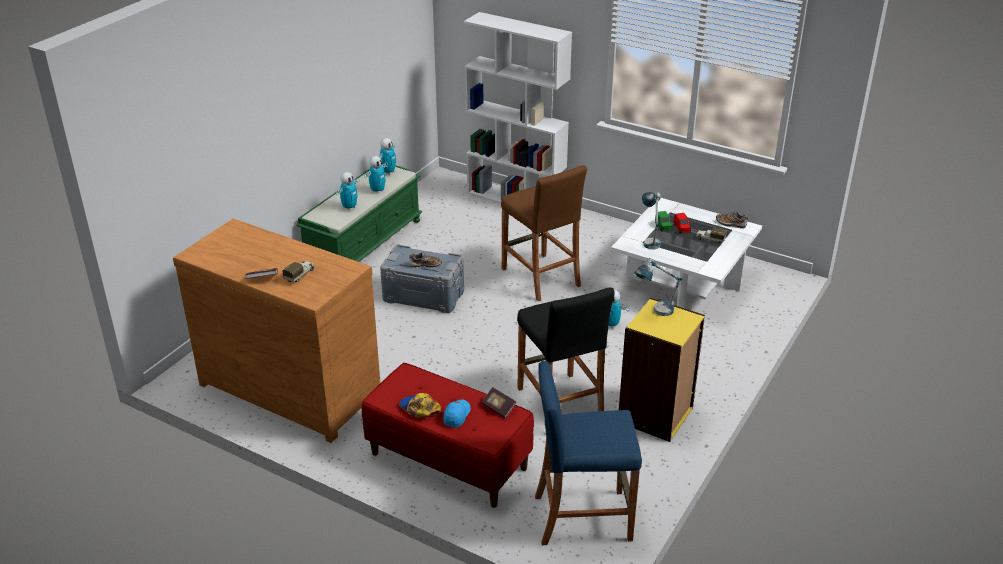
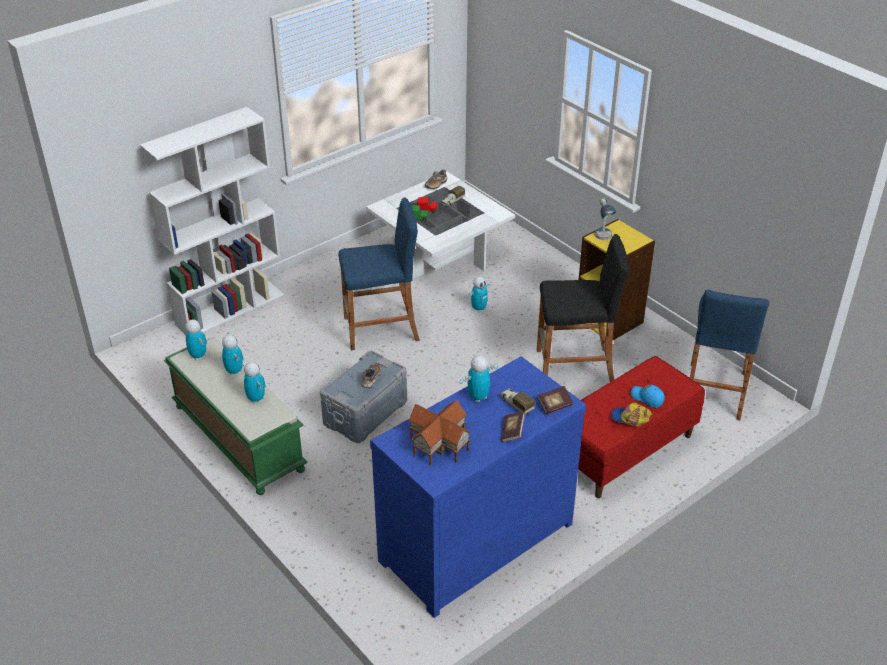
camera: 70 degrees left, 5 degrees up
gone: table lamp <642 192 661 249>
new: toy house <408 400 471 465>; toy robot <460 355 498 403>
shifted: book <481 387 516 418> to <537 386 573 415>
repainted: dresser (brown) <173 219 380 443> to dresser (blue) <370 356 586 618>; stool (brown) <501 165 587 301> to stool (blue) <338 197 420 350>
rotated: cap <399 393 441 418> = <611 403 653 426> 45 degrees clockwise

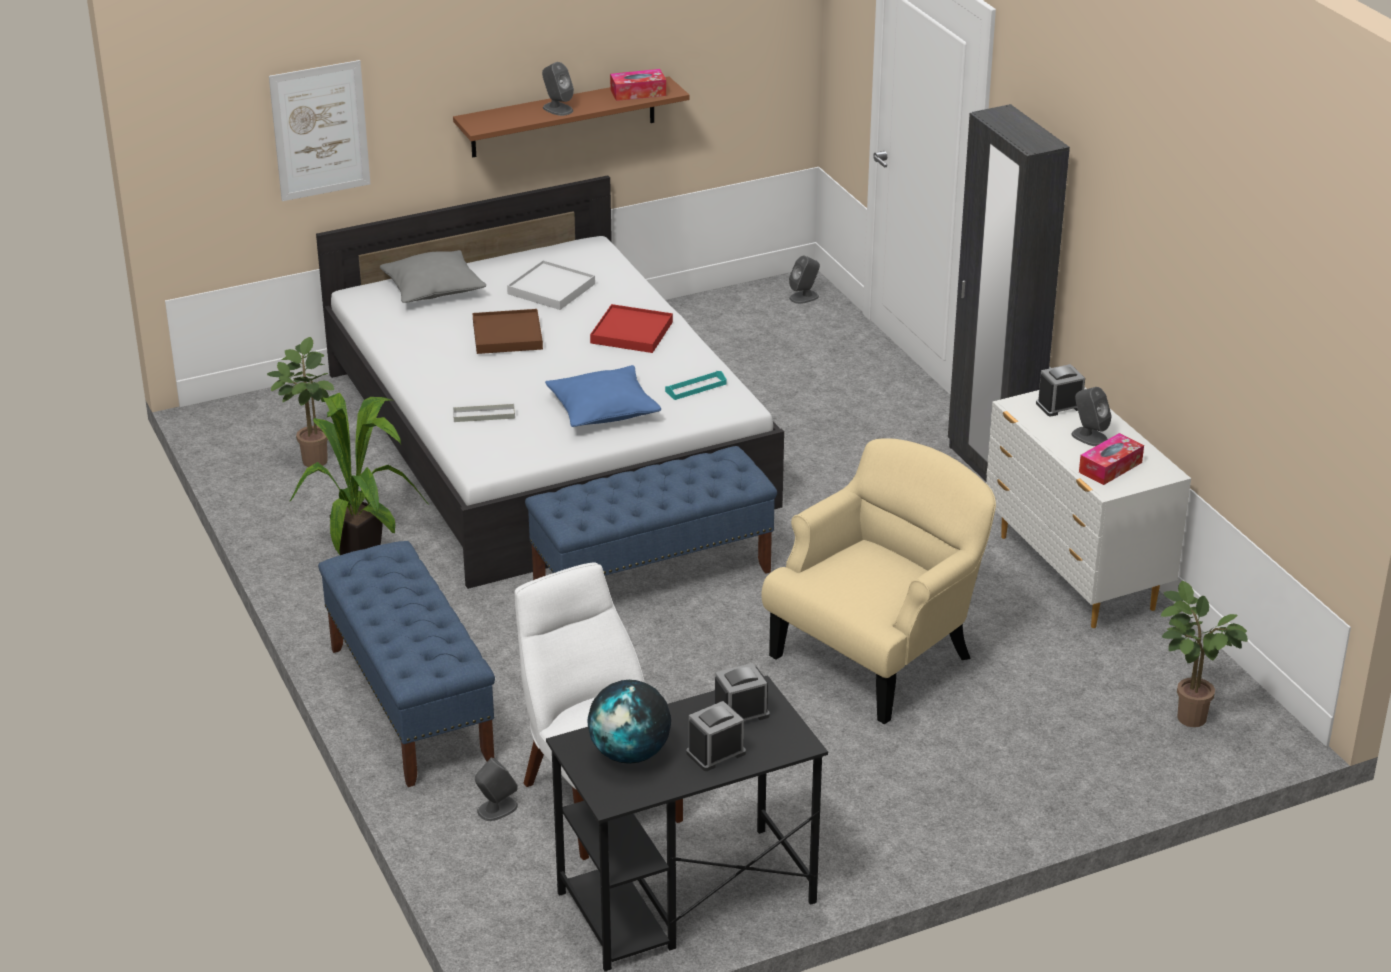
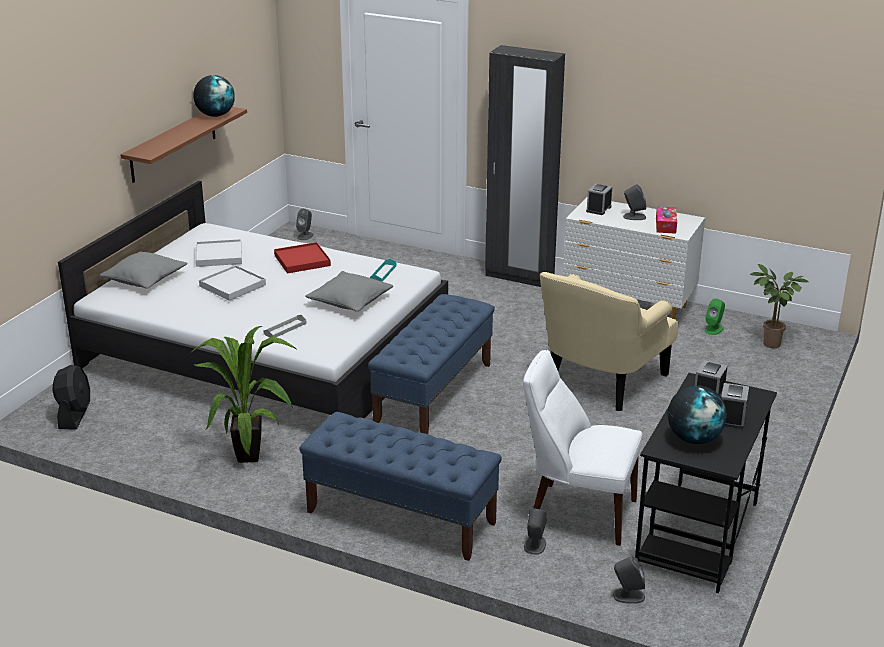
camera: 40 degrees left, 5 degrees down
gone: potted plant <267 337 334 467>; picture <269 60 370 201>
new: fan (black) <53 365 90 429>; speaker (green) <705 298 725 335>
shifted: speaker (grey) <542 62 574 116> to <613 556 645 604>
swapped: tissue box <610 69 666 101> to globe <193 75 235 117>
repainted: tray (brown) <472 309 543 354> to tray (white) <199 265 266 301>; pillow (blue) <545 365 661 427> to pillow (grey) <305 271 393 312>
rotated: armchair (beige) <762 438 996 724> = <540 272 678 411> 150 degrees counterclockwise

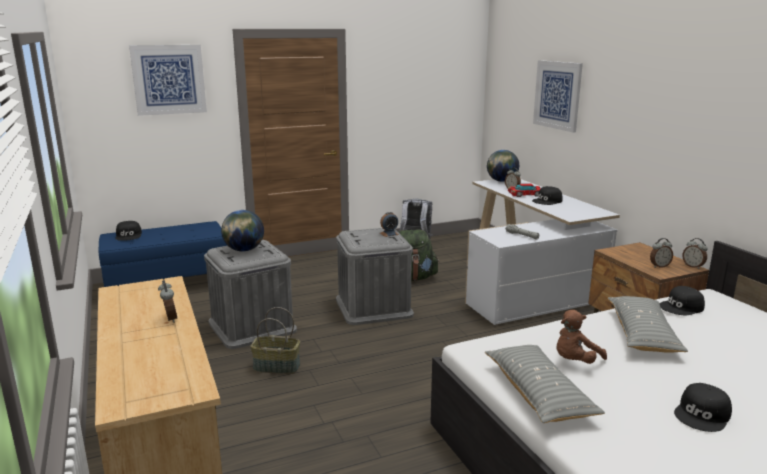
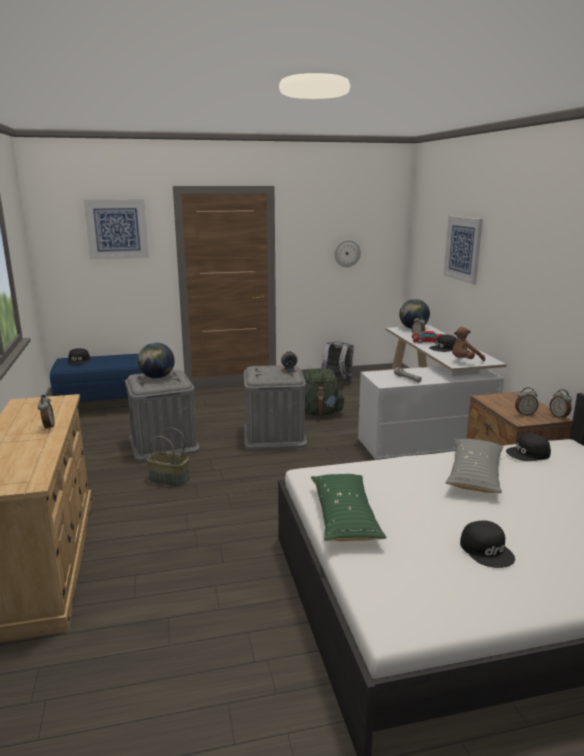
camera: 10 degrees right, 0 degrees up
new: wall clock <334 239 361 267>
shifted: plush toy (brown) <557 310 607 364> to <452 327 485 361>
repainted: pillow (grey) <485 345 605 423> to pillow (green) <311 474 386 541>
rotated: cap (black) <674 383 732 432> = <460 520 515 568> 75 degrees counterclockwise

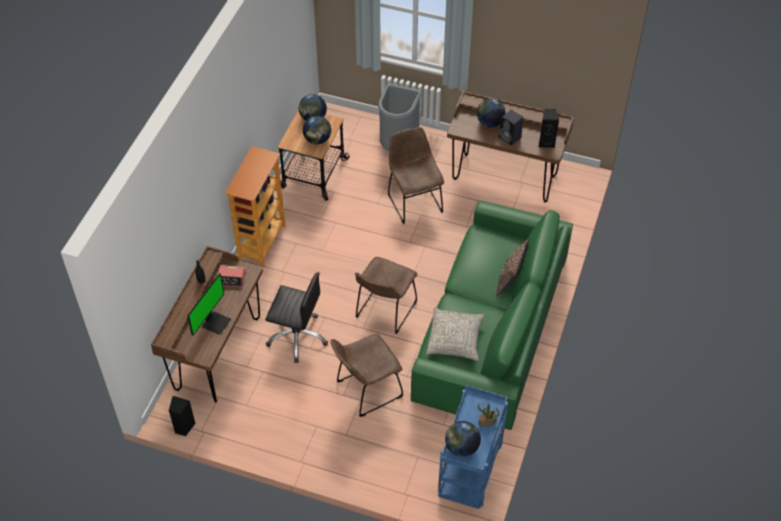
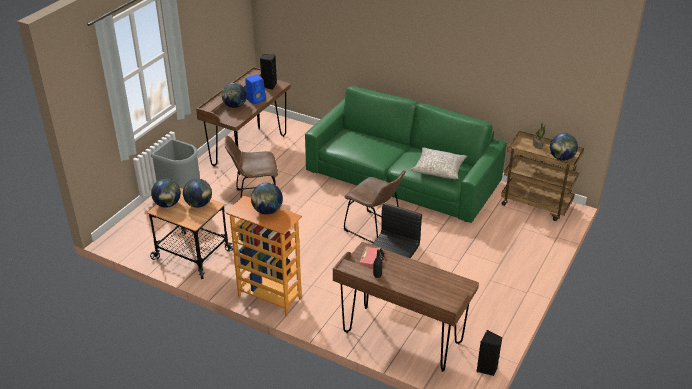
camera: 80 degrees left, 15 degrees down
gone: monitor <187 273 231 336>; chair (brown) <330 334 403 417>; pillow (brown) <496 239 529 297>
new: globe <251 183 283 215>
repainted: cart (blue) <438 385 508 509> to cart (brown) <501 131 584 221>; speaker (black) <499 110 523 145> to speaker (blue) <245 74 266 104>

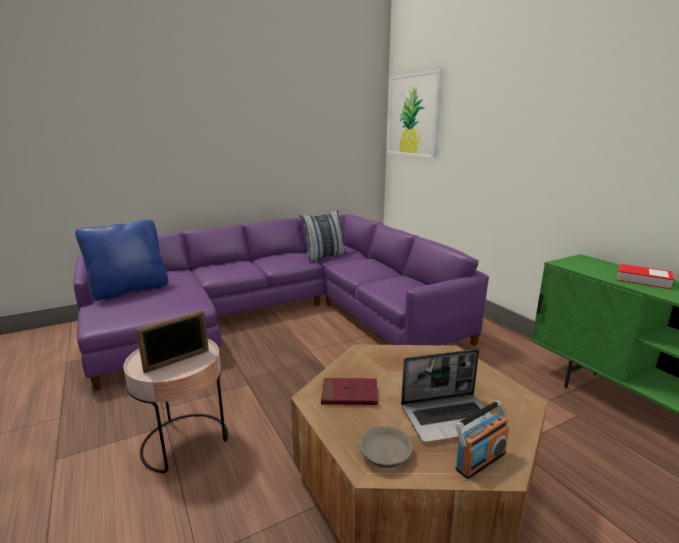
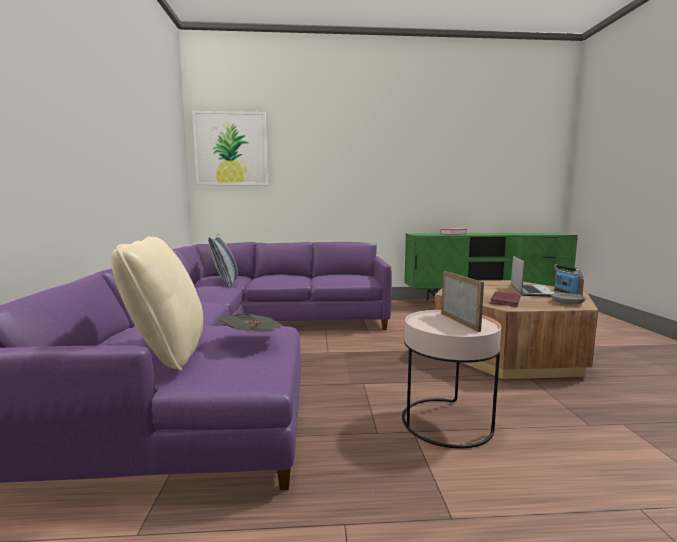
camera: 65 degrees left, 10 degrees down
new: newspaper <216 314 283 332>
repainted: pillow (blue) <75 220 168 301> to pillow (beige) <111 236 203 371>

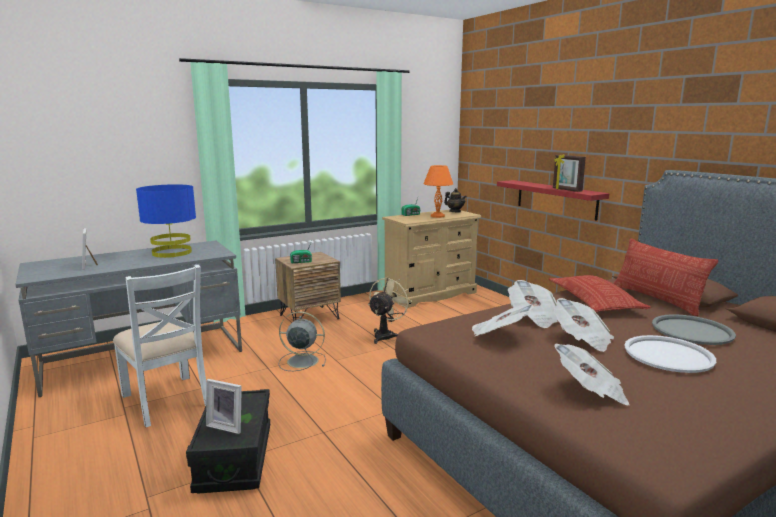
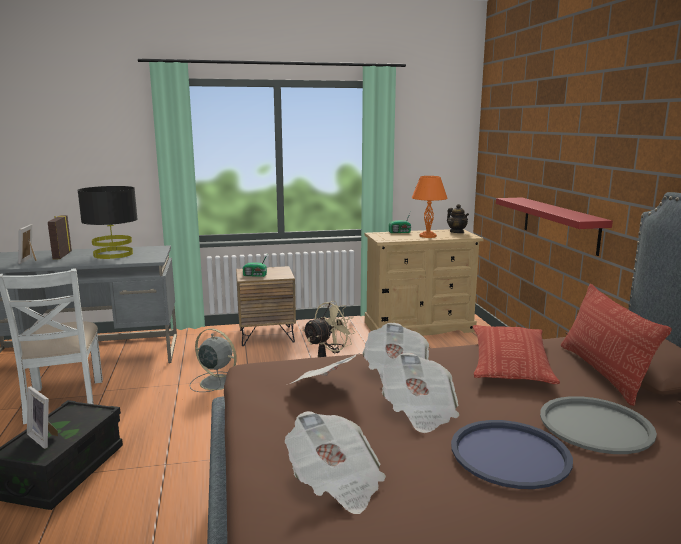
camera: 20 degrees right, 0 degrees up
shifted: picture frame <553 154 586 192> to <48 215 72 260>
repainted: table lamp (blue) <136 184 196 258> to table lamp (black) <77 186 138 259>; tray (white) <624 335 716 373> to tray (blue) <451 420 573 489>

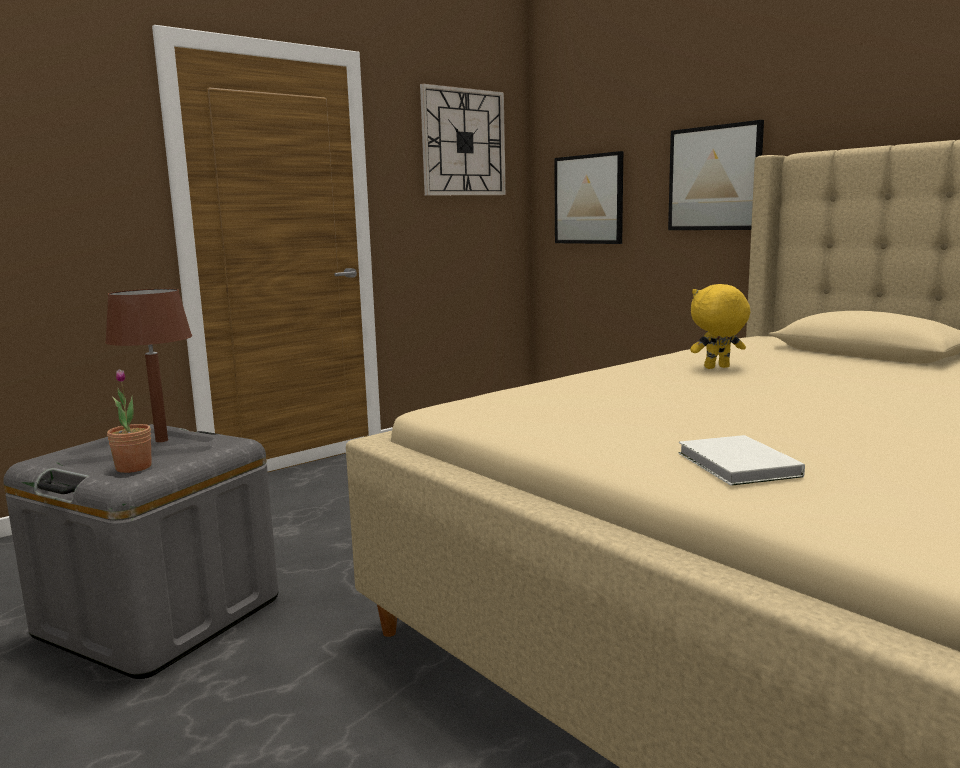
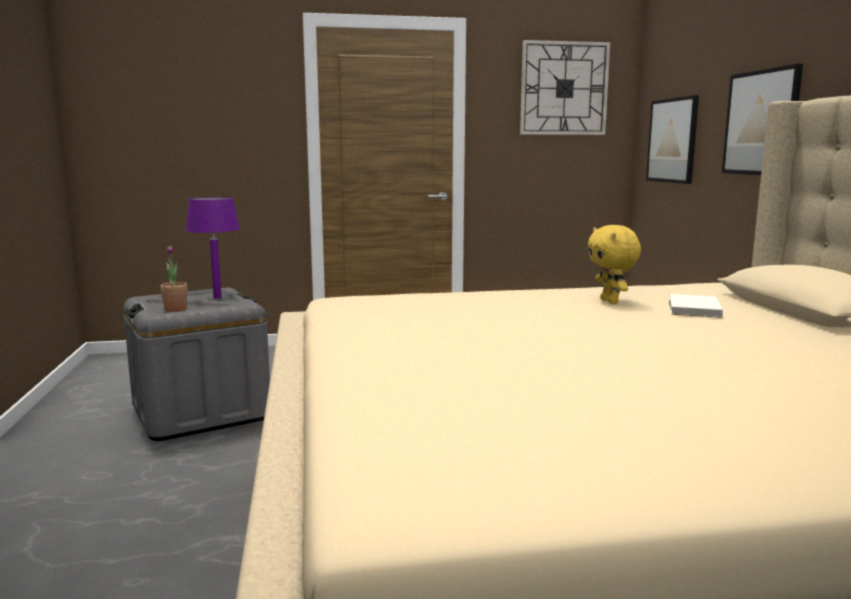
camera: 30 degrees right, 0 degrees up
shifted: book (white) <679 435 805 486> to <669 294 723 318>
repainted: table lamp (brown) <105 289 192 442> to table lamp (purple) <185 197 240 299>
rotated: plush toy (yellow) <690 284 750 369> = <588 225 641 304> 120 degrees counterclockwise

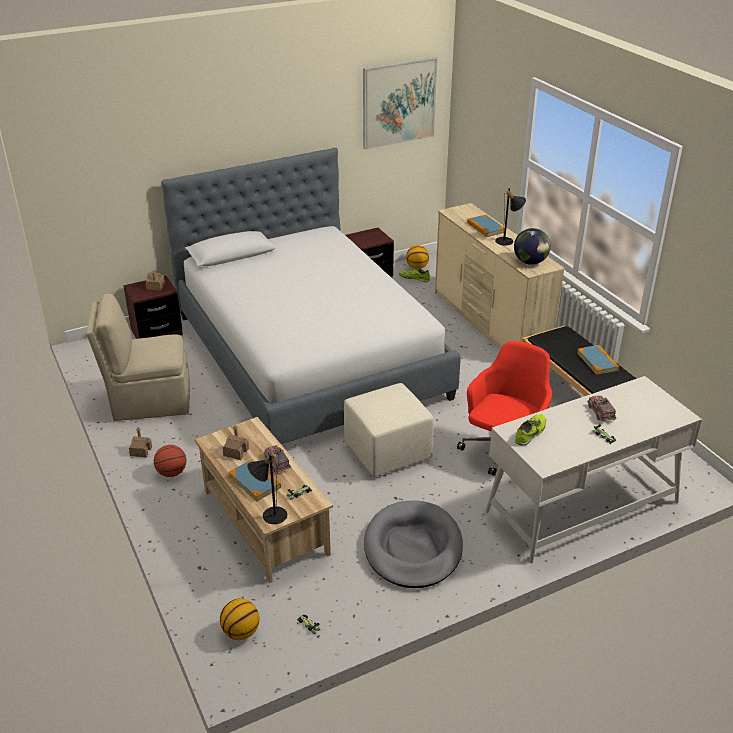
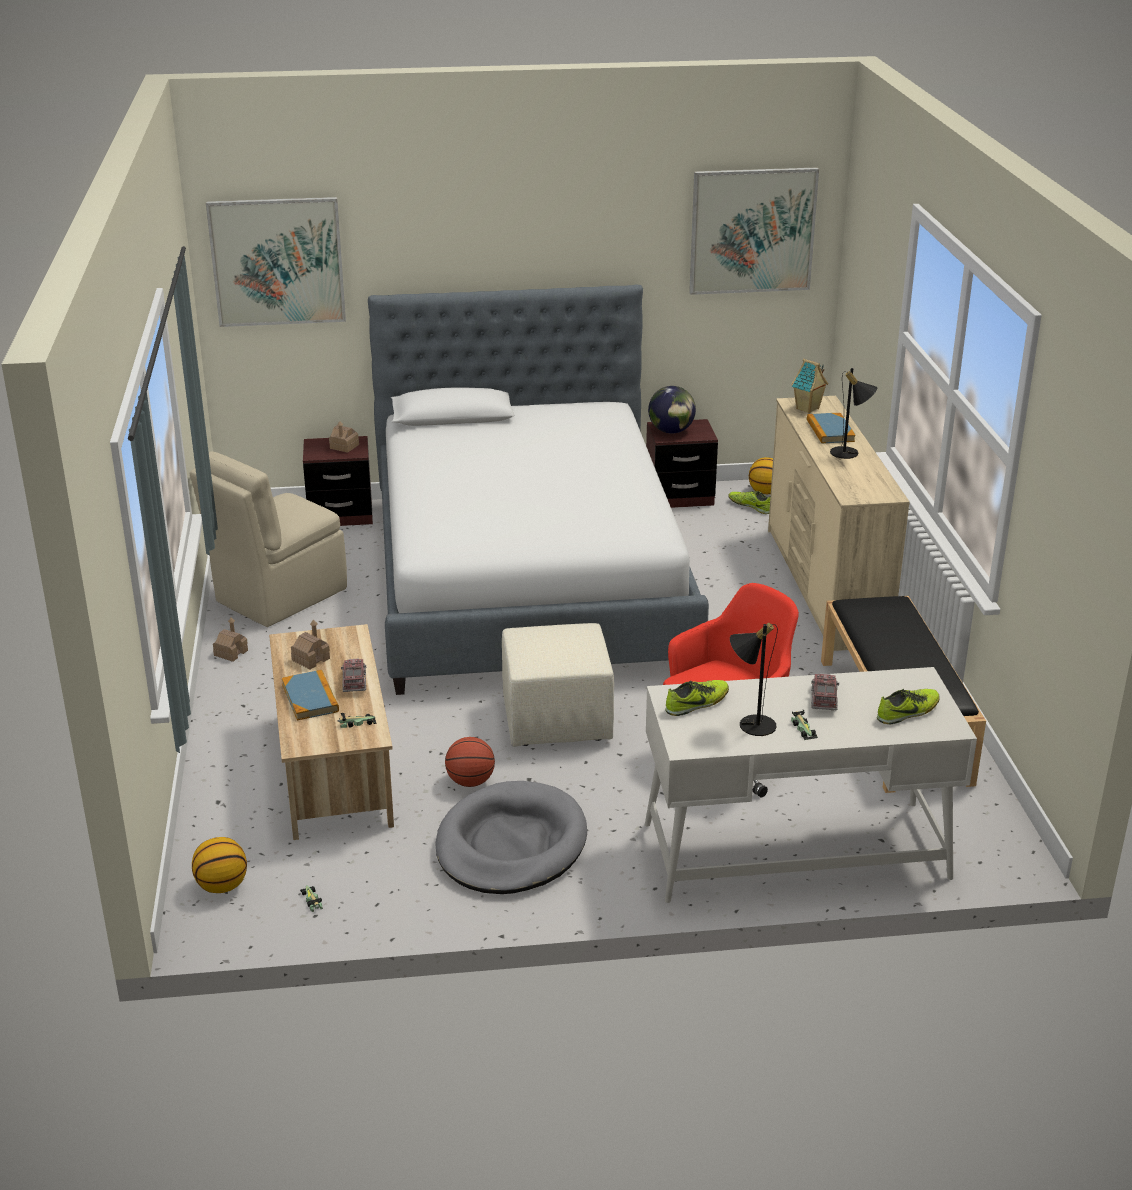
camera: 20 degrees right, 5 degrees down
gone: book <577 345 619 375>
new: picture <206 197 346 327>; toy house <791 359 828 413>; shoe <877 689 940 725>
shifted: basketball <154 445 186 477> to <445 737 495 787>; table lamp (black) <247 452 287 524> to <730 623 778 736>; globe <514 228 551 265> to <648 386 696 434>
rotated: chair (beige) <86 293 190 421> = <190 452 347 627> 60 degrees counterclockwise

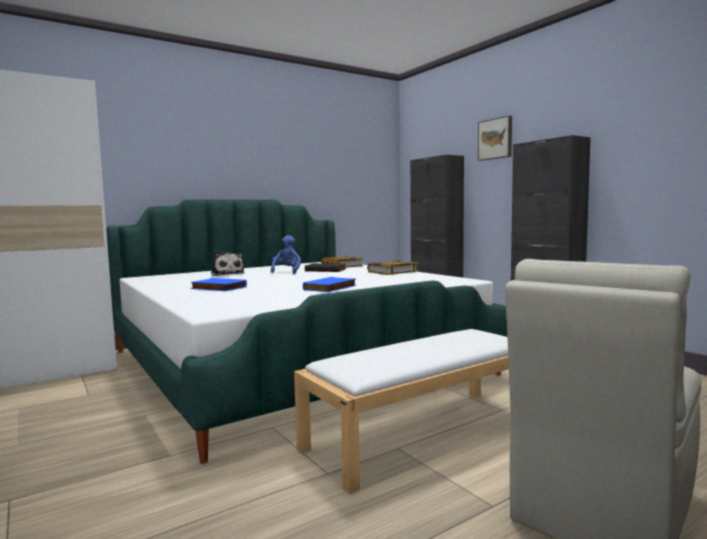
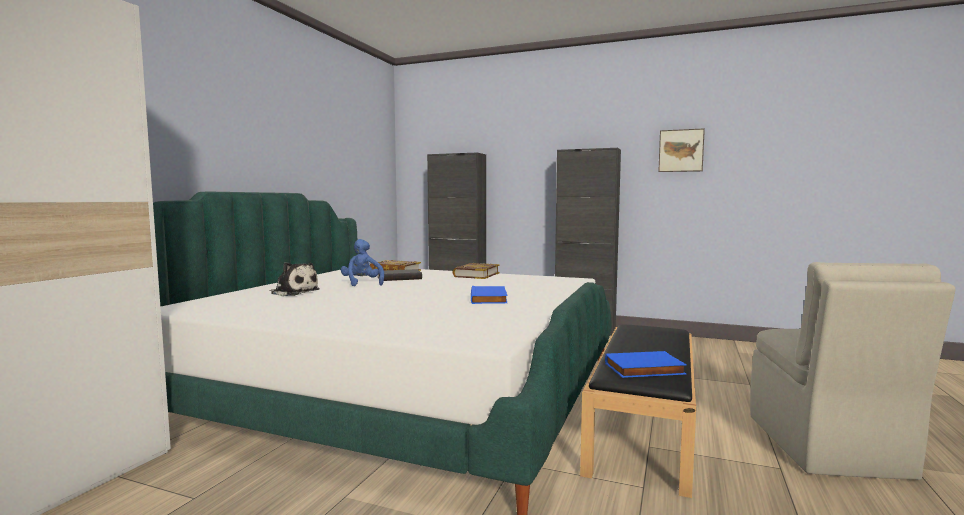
camera: 35 degrees left, 0 degrees up
shifted: book (blue) <190 278 247 291> to <605 351 687 378>; picture <478 116 512 161> to <658 128 705 172>
repainted: bench (white) <294 329 509 494> to bench (black) <580 324 696 498>

